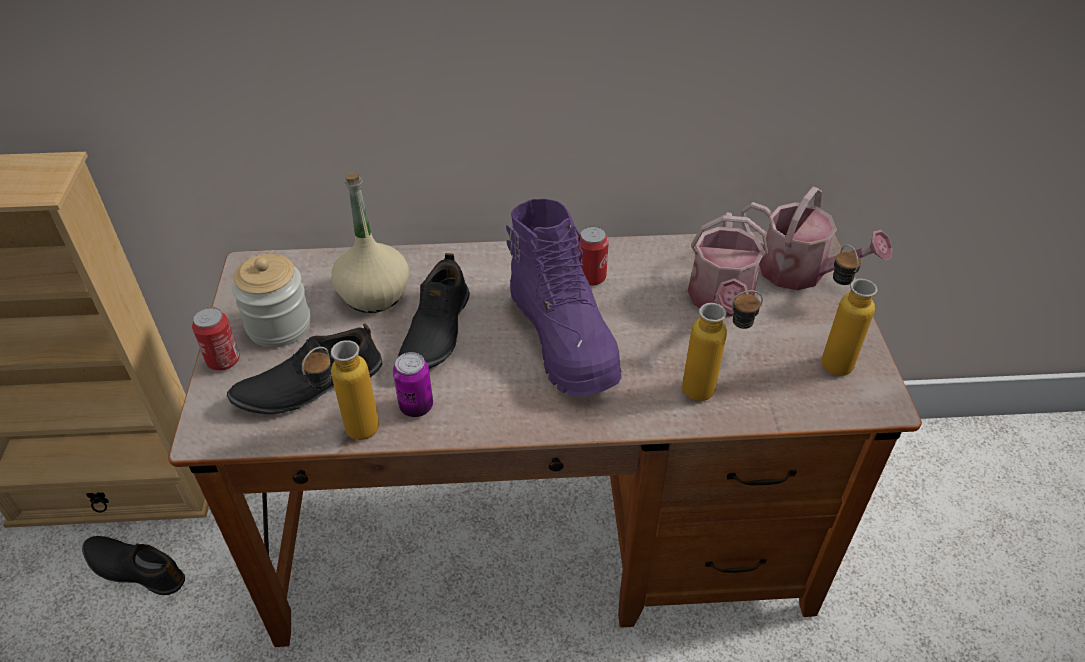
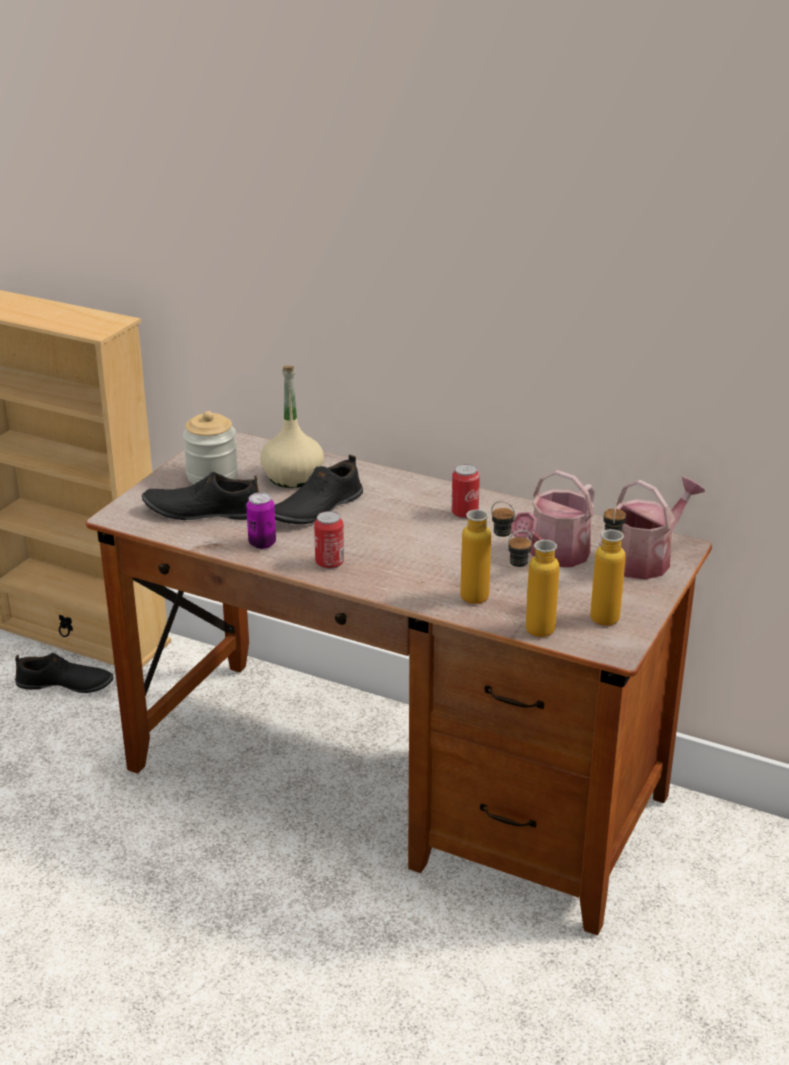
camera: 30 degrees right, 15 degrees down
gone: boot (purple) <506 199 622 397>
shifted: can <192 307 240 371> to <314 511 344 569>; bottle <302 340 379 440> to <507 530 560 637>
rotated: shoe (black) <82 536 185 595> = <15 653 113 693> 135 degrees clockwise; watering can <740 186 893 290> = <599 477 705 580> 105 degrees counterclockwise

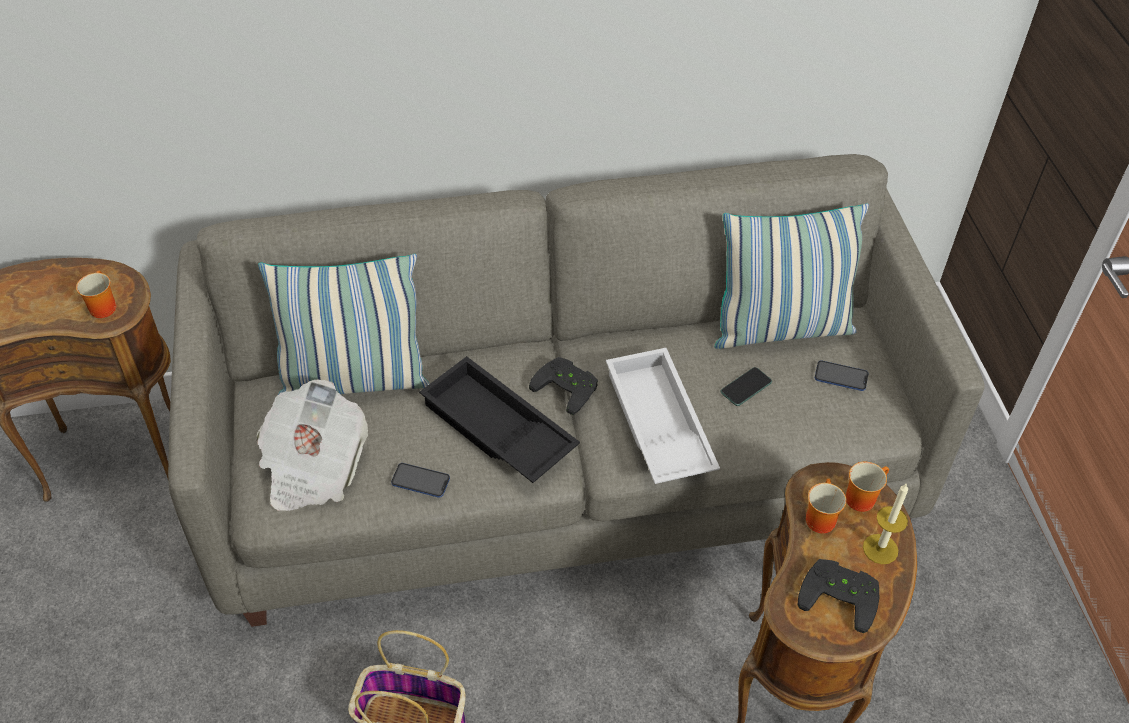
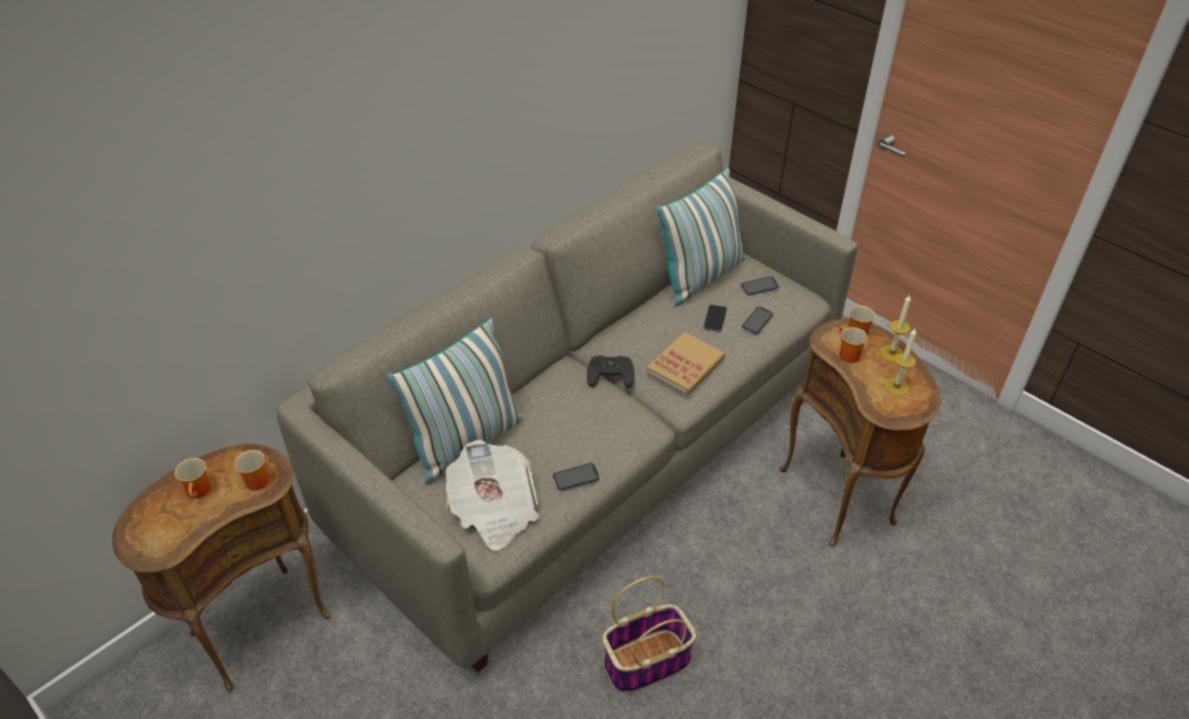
camera: 35 degrees left, 5 degrees down
gone: tray (black) <419 356 580 483>
new: mug <175 458 211 498>; phone <742 306 773 334>
swapped: tray (white) <606 348 720 484> to book <647 332 725 395>; game controller (black) <797 559 879 633> to candle <884 329 916 396>

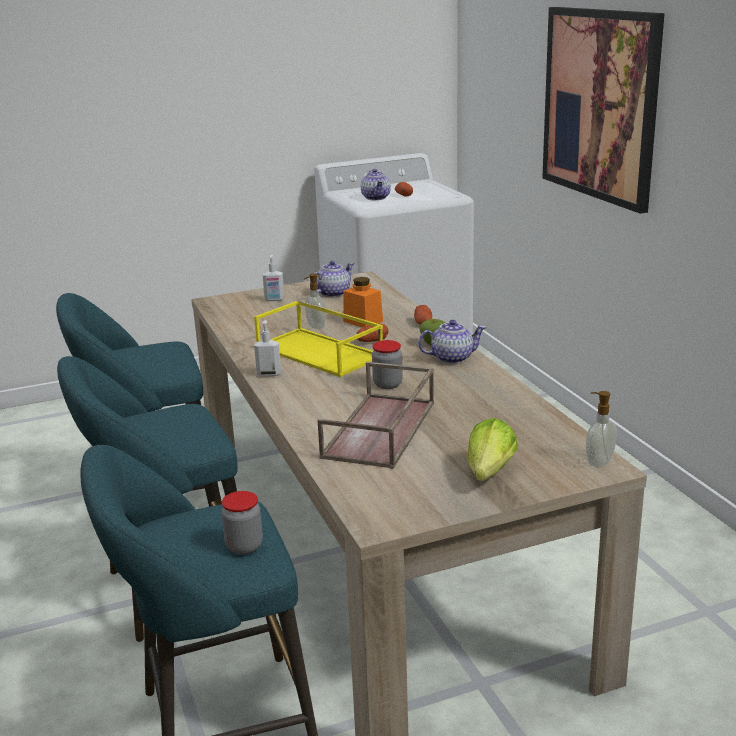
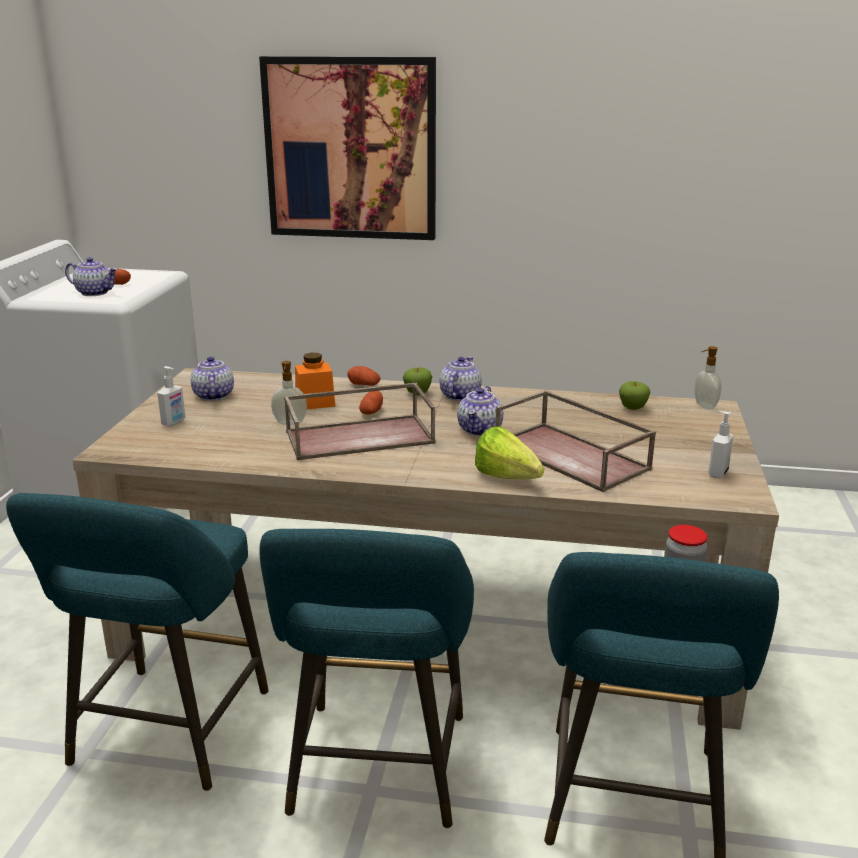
camera: 60 degrees left, 0 degrees up
new: apple <619 381 650 410>
shifted: soap dispenser <254 320 281 377> to <708 411 733 479>; lettuce <467 418 518 481> to <475 426 544 479>
swapped: jar <372 340 403 389> to teapot <457 386 503 436>
repainted: tray (yellow) <254 300 383 377> to tray (brown) <284 383 436 460>

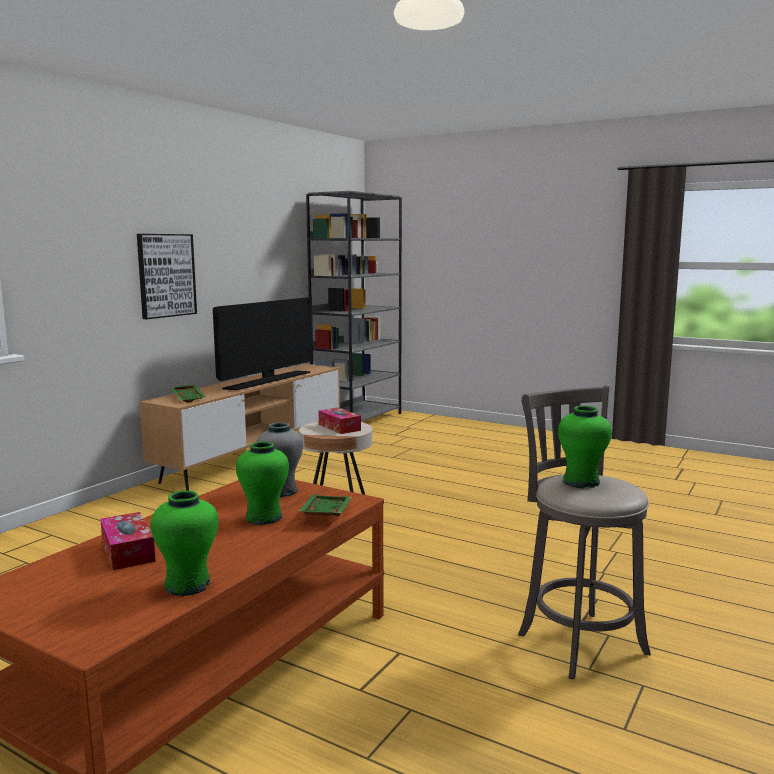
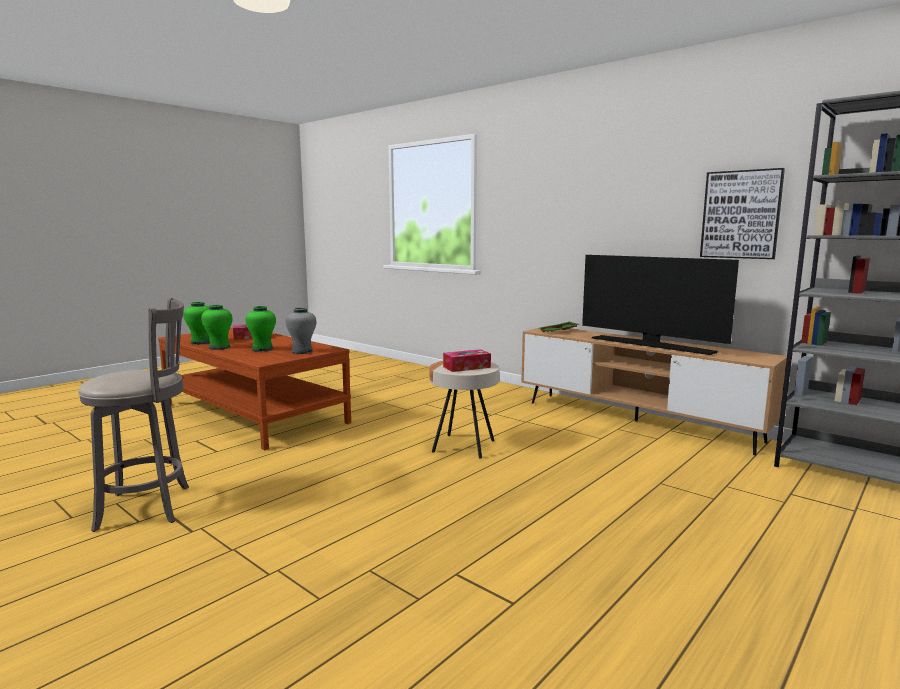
camera: 100 degrees right, 0 degrees up
gone: tray (green) <299 494 351 517>
shifted: picture <137 234 197 319> to <700 168 785 259>; vase (green) <558 406 612 488> to <201 305 232 350>

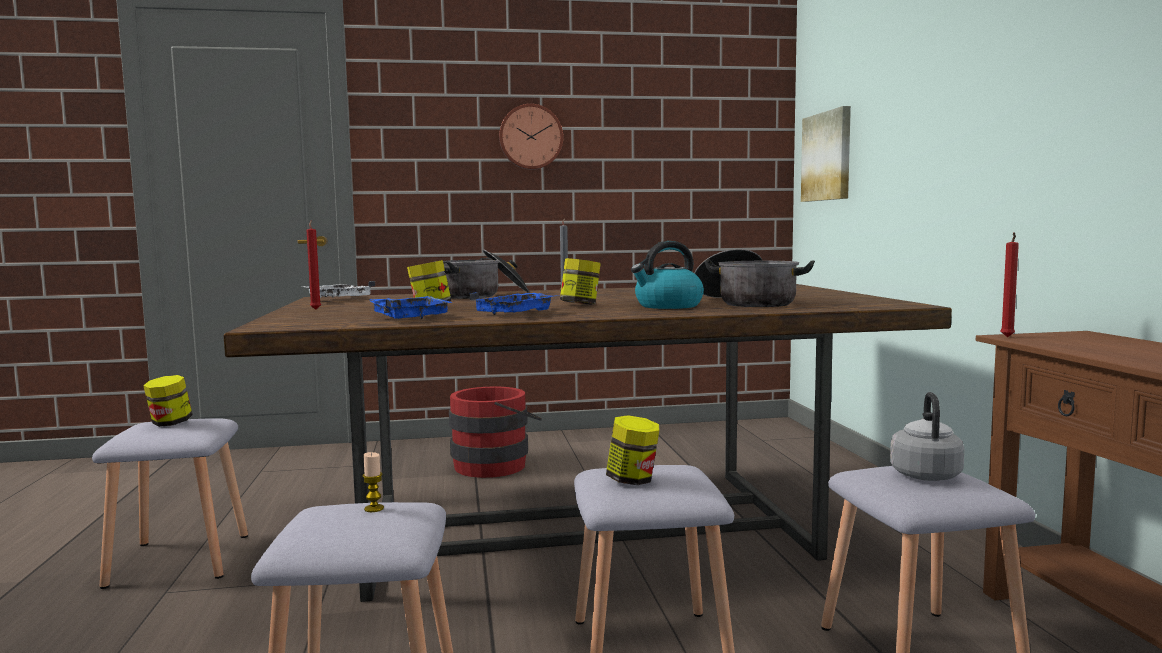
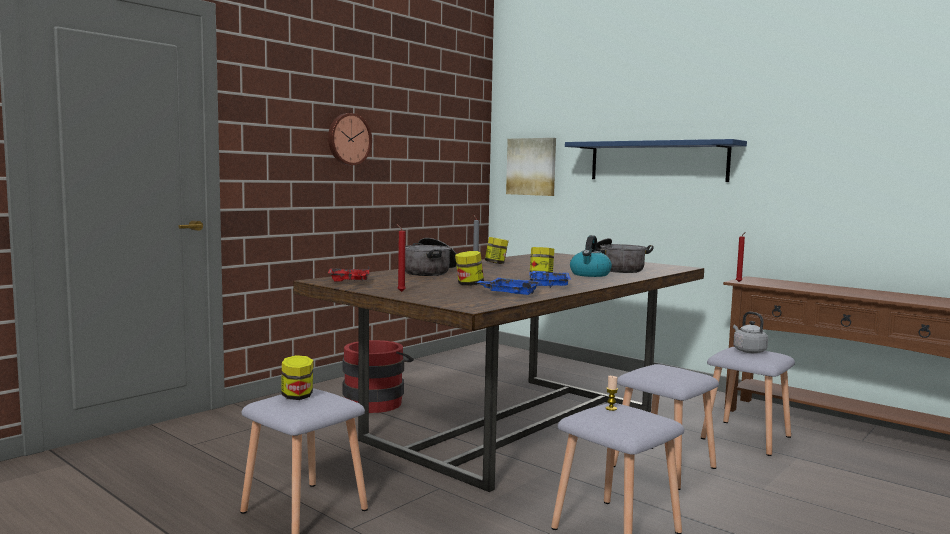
camera: 40 degrees left, 0 degrees up
new: shelf (blue) <565 139 747 182>
shifted: jar <606 415 659 485> to <485 237 509 264>
repainted: tray (white) <303 281 375 298> to tray (red) <328 267 369 281>

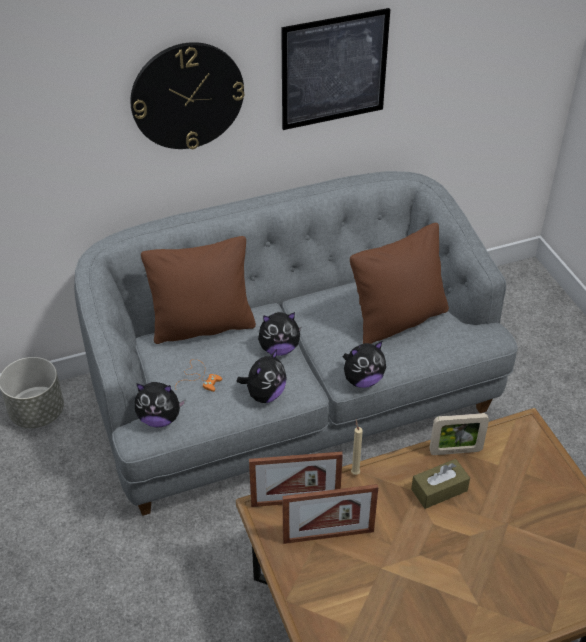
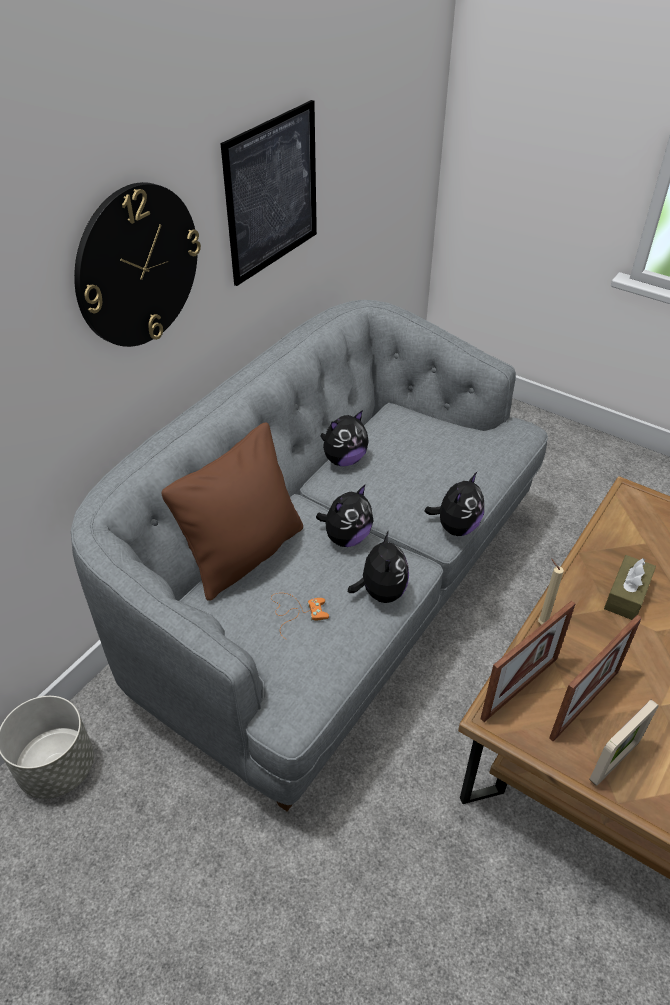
camera: 35 degrees left, 0 degrees up
gone: pillow (brown) <350 223 449 344>
shifted: plush toy <135 382 186 427> to <320 411 369 466>; picture frame <429 413 489 455> to <589 700 659 786>

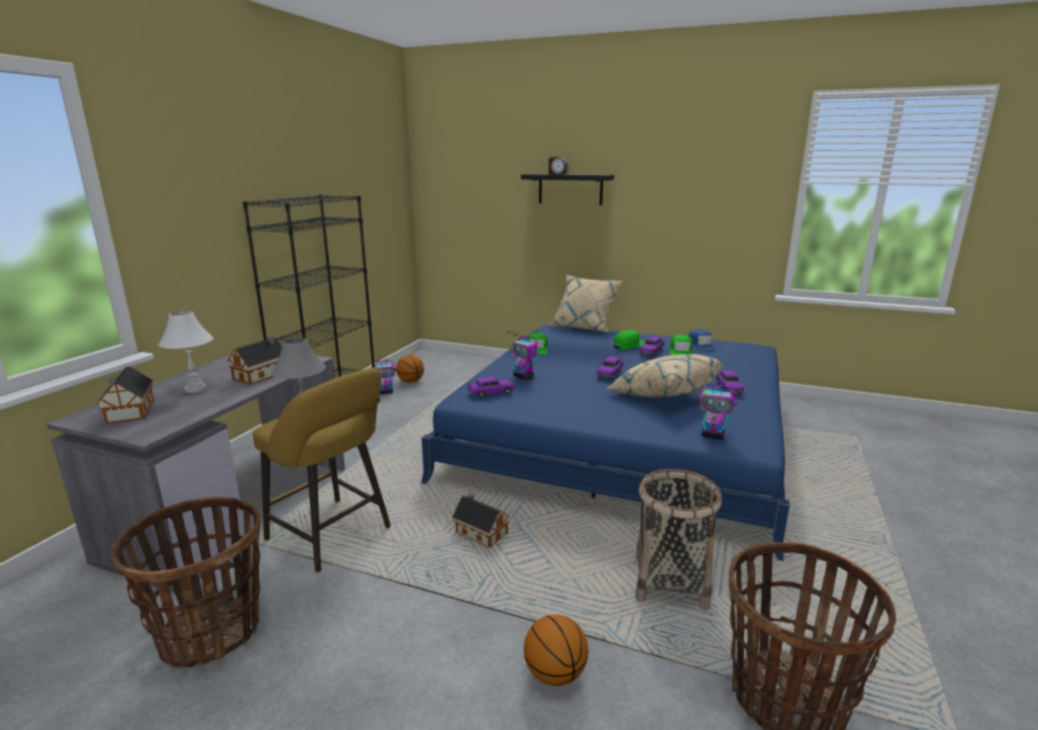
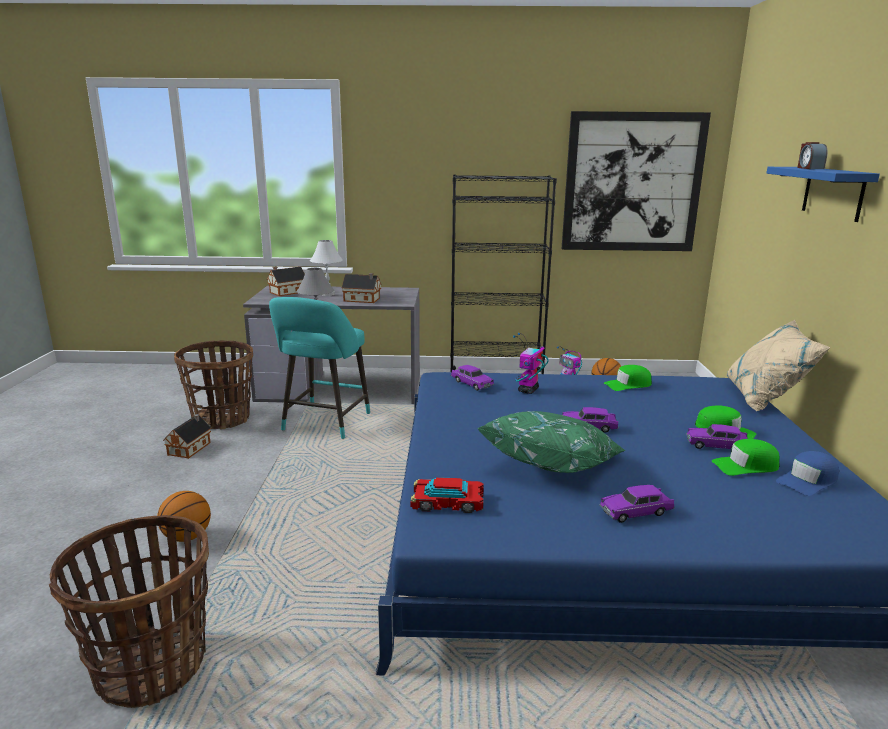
camera: 70 degrees right, 0 degrees up
gone: basket <635 469 722 610>
new: picture <562 111 711 251>
shifted: toy house <452 492 510 548> to <163 414 211 459>
swapped: toy robot <699 382 737 440> to toy car <411 477 484 513>
repainted: stool (yellow) <253 368 391 573> to stool (turquoise) <269 297 370 439>; shelf (black) <521 174 614 205> to shelf (blue) <766 167 880 222>; pillow (beige) <606 354 723 397> to pillow (green) <478 411 626 473>

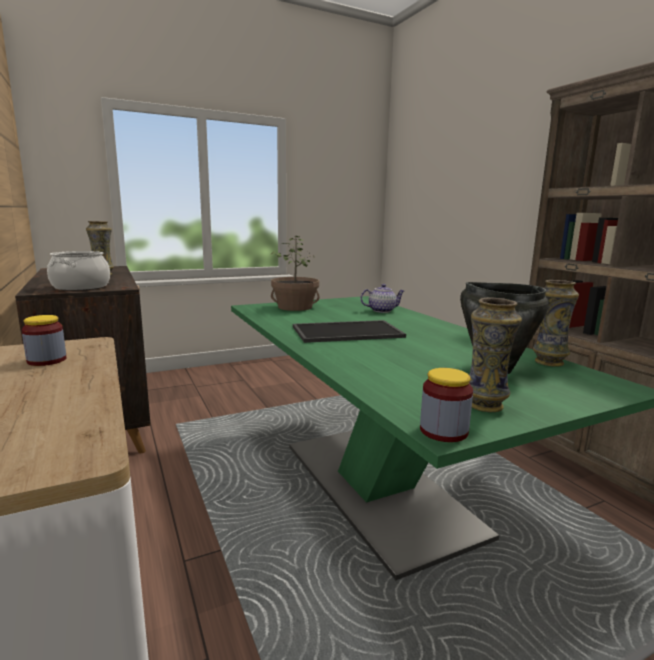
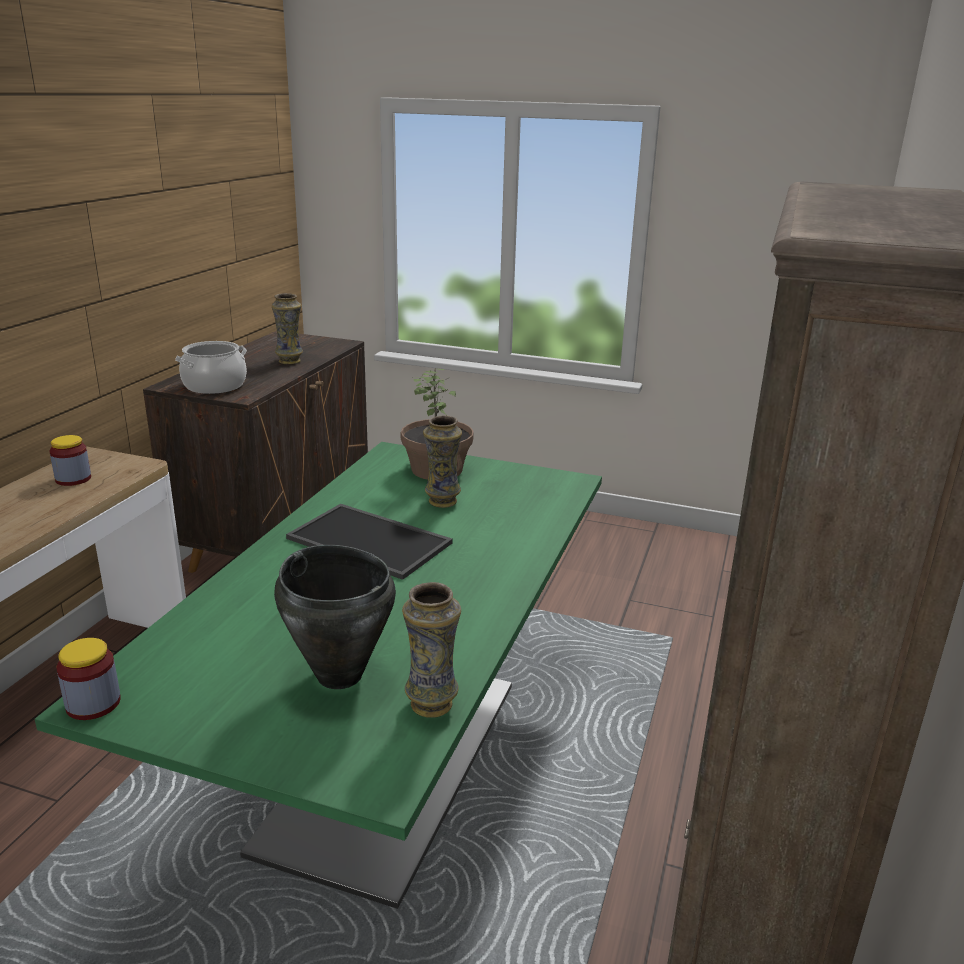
camera: 45 degrees right, 10 degrees up
gone: teapot <360 284 404 313>
shifted: vase <469 298 522 412> to <423 415 462 508>

